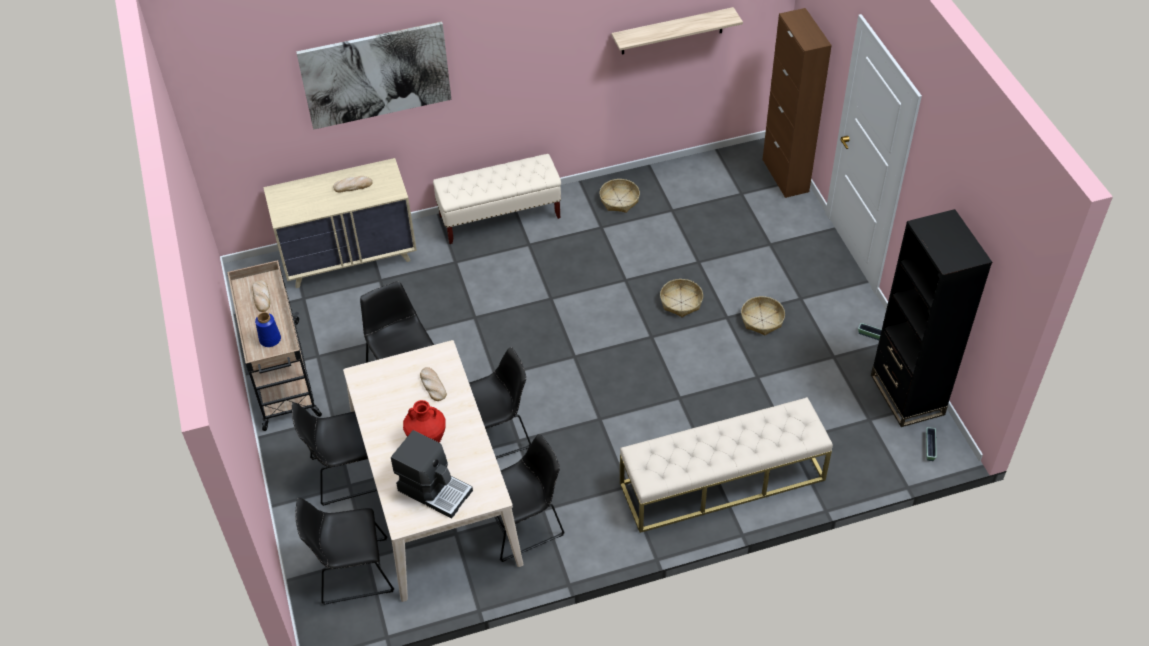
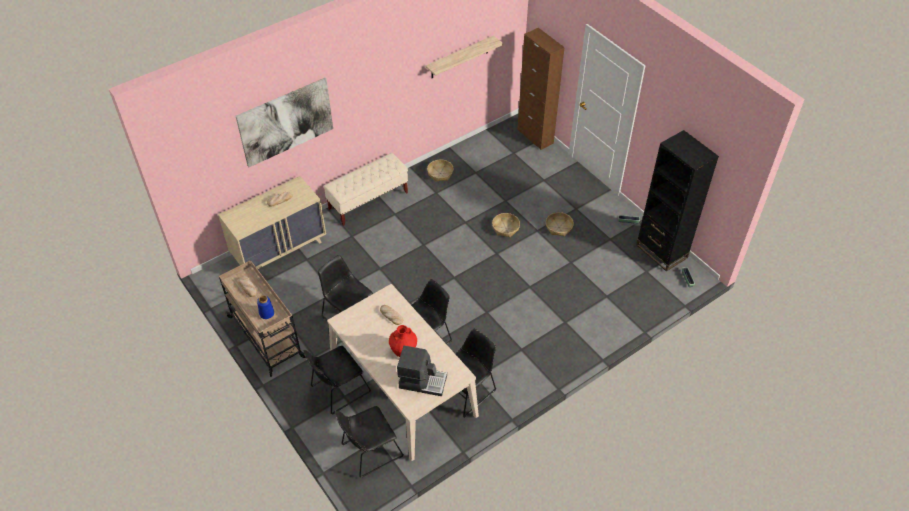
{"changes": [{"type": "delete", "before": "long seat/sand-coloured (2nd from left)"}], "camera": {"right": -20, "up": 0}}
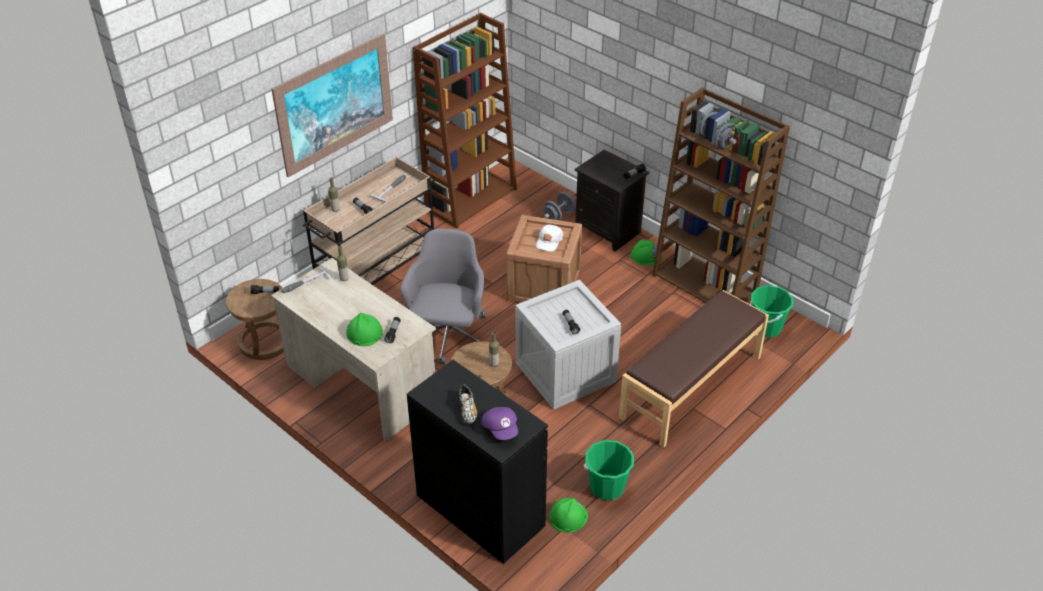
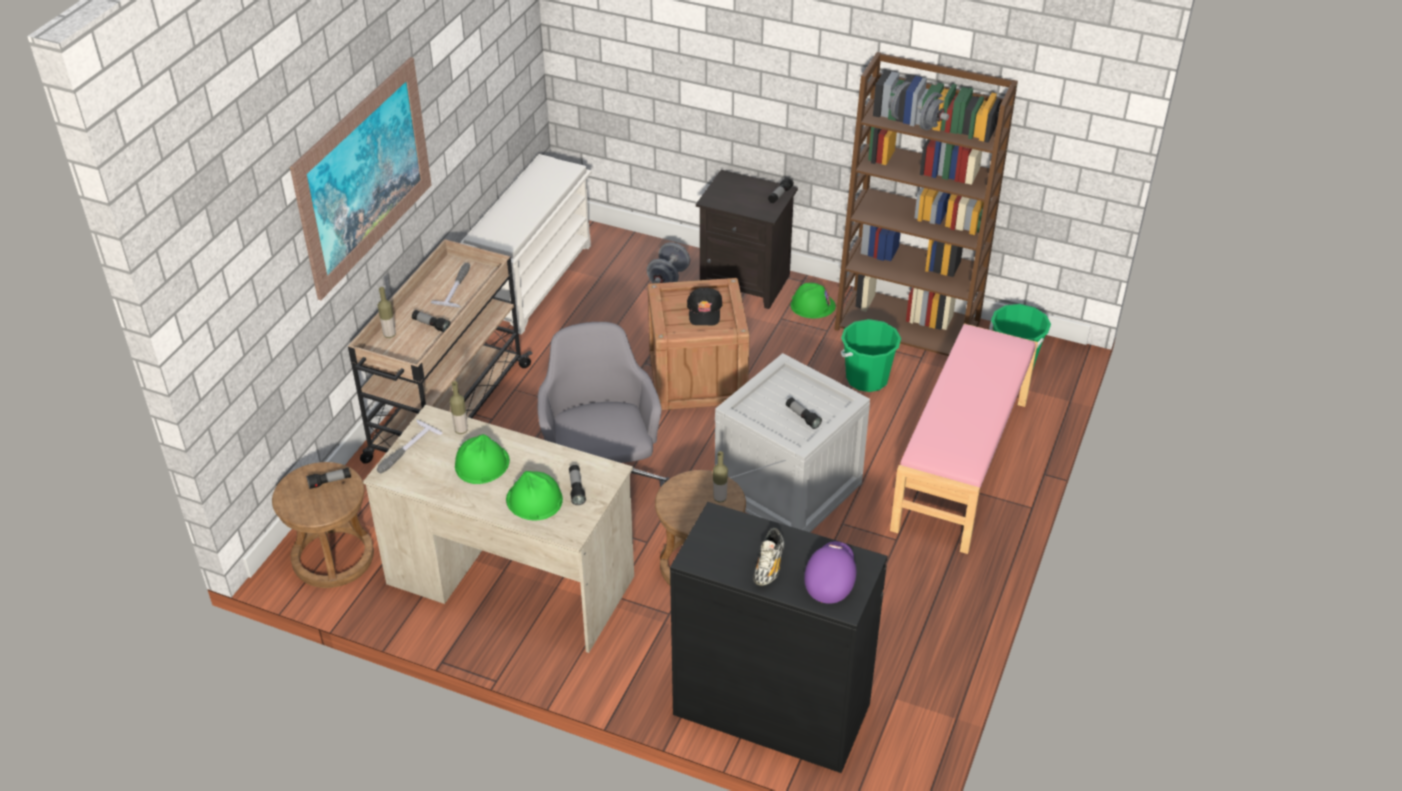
{"changes": [{"type": "replace", "before": "shelving unit/brownish (1st from left)", "after": "shoe stand/white-coloured"}, {"type": "recolor", "before": "cap/white-coloured", "after": "cap/black"}, {"type": "recolor", "before": "long seat/brownish", "after": "long seat/pink-coloured"}, {"type": "rotate", "before": "item of footwear", "turn": 45}, {"type": "rotate", "before": "cap/purple", "turn": -120}, {"type": "move", "before": "water bucket/green-coloured (1st from left)"}, {"type": "move", "before": "work helmet/green-coloured (2nd from left in the first image)", "after": "work helmet/green-coloured (1st from left)"}], "camera": {"right": -20, "up": 0}}
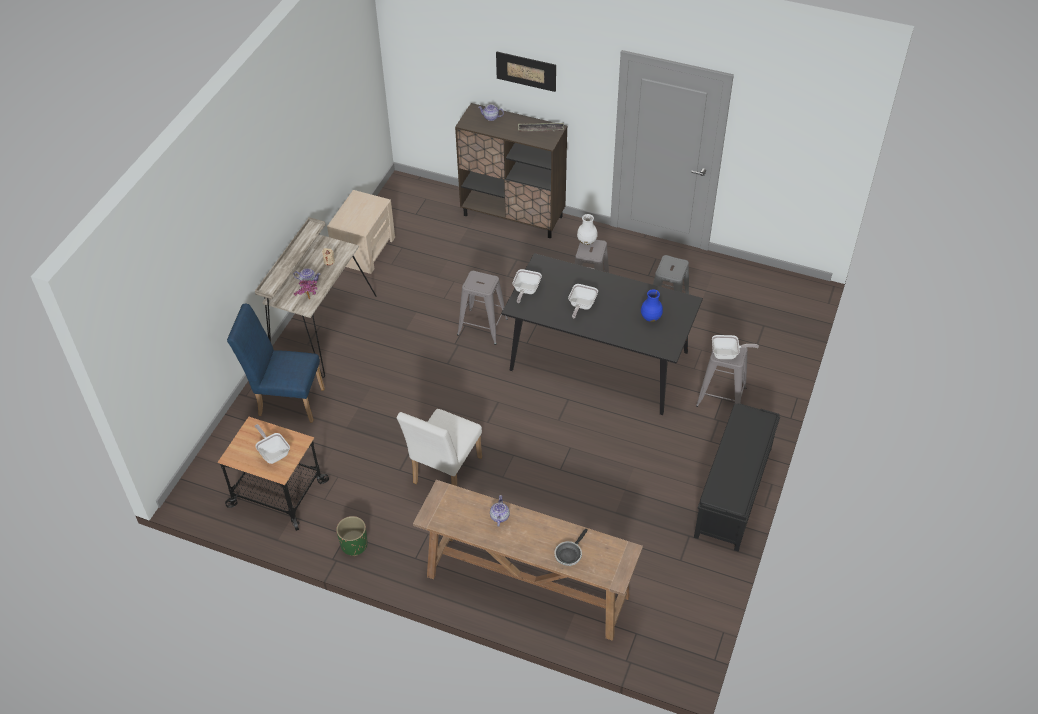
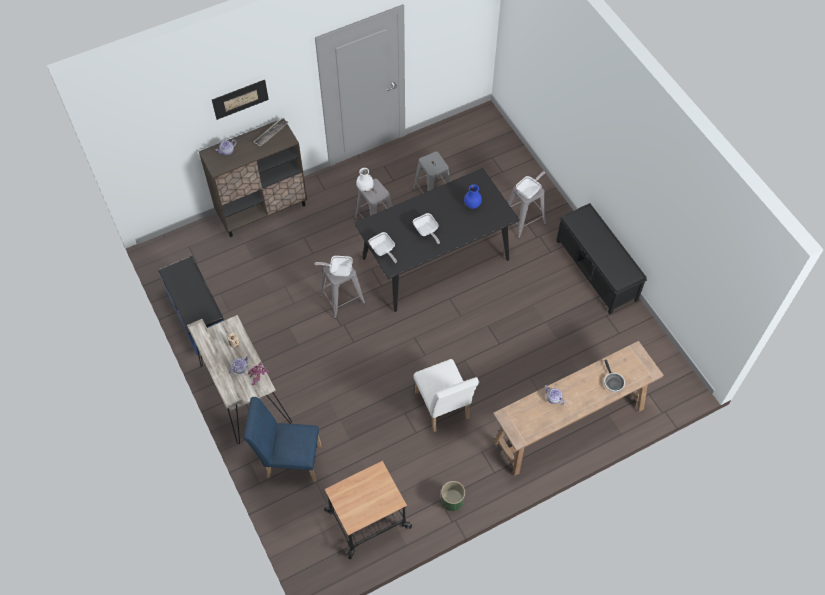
{"changes": [{"type": "replace", "before": "nightstand/sand-coloured", "after": "long seat/blue-coloured"}, {"type": "rotate", "before": "upright chair/blue-coloured", "turn": 45}, {"type": "move", "before": "frying pan (1st from left)"}], "camera": {"right": -50, "up": 10}}
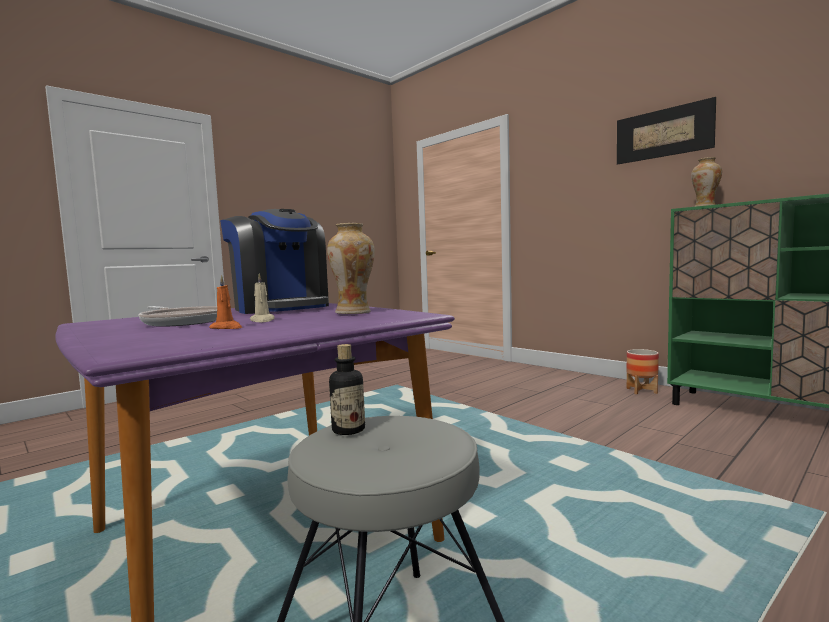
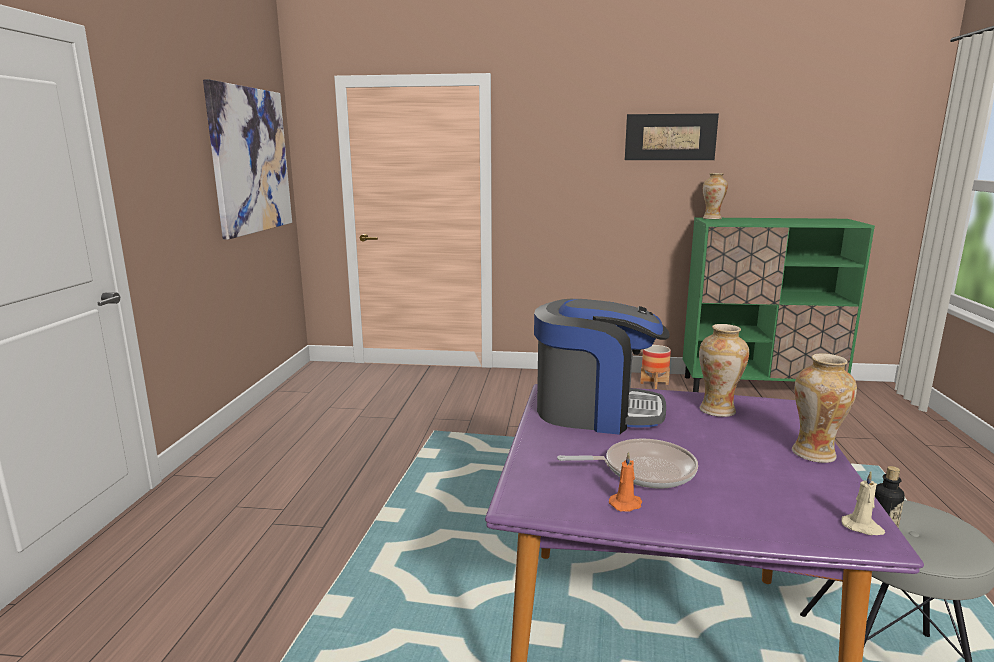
{"changes": [{"type": "move", "before": "wax light/sand-coloured"}, {"type": "move", "before": "wax light/orange"}, {"type": "insert", "after": "wall picture (1st from left)"}, {"type": "insert", "after": "flower vase (3rd from left)"}], "camera": {"right": -40, "up": 10}}
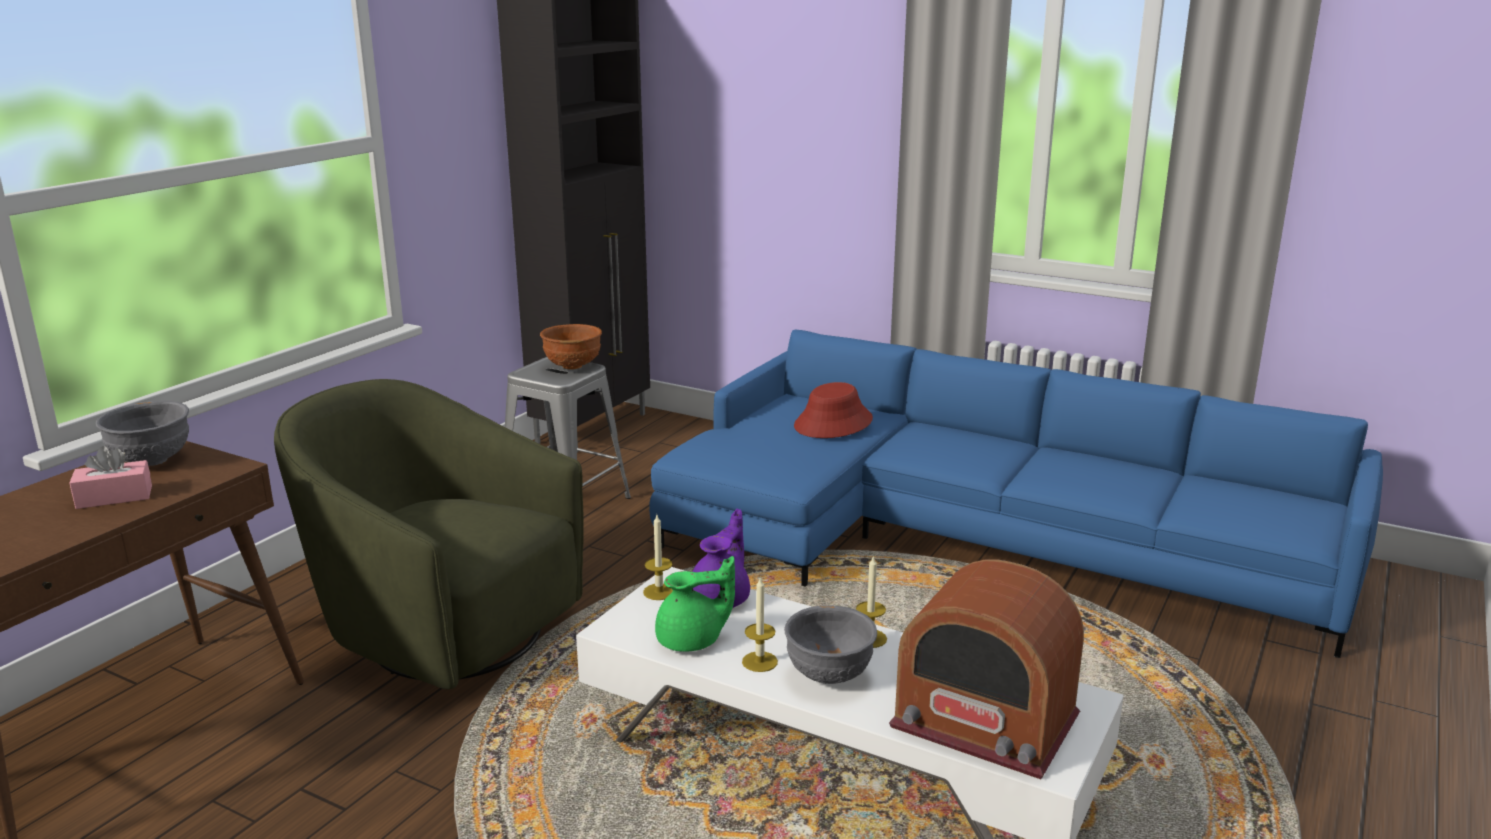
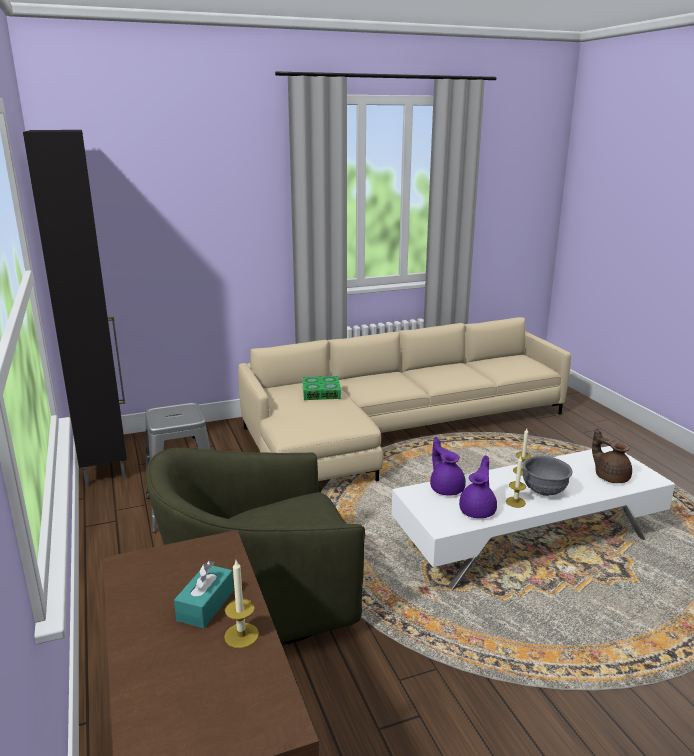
{"changes": [{"type": "delete", "before": "serving bowl/brownish"}, {"type": "recolor", "before": "sofa/blue-coloured", "after": "sofa/sand-coloured"}, {"type": "replace", "before": "hat/reddish", "after": "book"}, {"type": "delete", "before": "serving bowl/gray (1st from left)"}, {"type": "recolor", "before": "tissue box/pink-coloured", "after": "tissue box/turquoise-coloured"}, {"type": "move", "before": "wax light (1st from left)"}, {"type": "recolor", "before": "tea pot/green-coloured", "after": "tea pot/purple (2nd from left)"}, {"type": "replace", "before": "radio", "after": "tea pot/brownish"}], "camera": {"right": -50, "up": 0}}
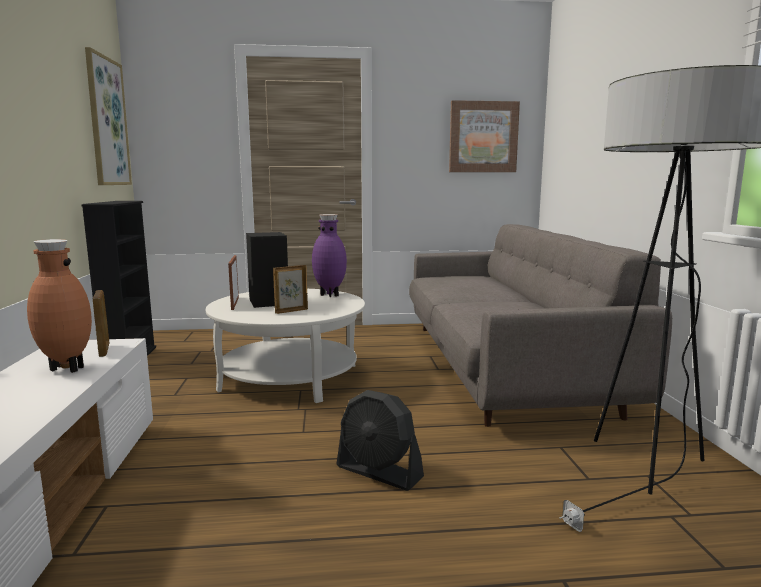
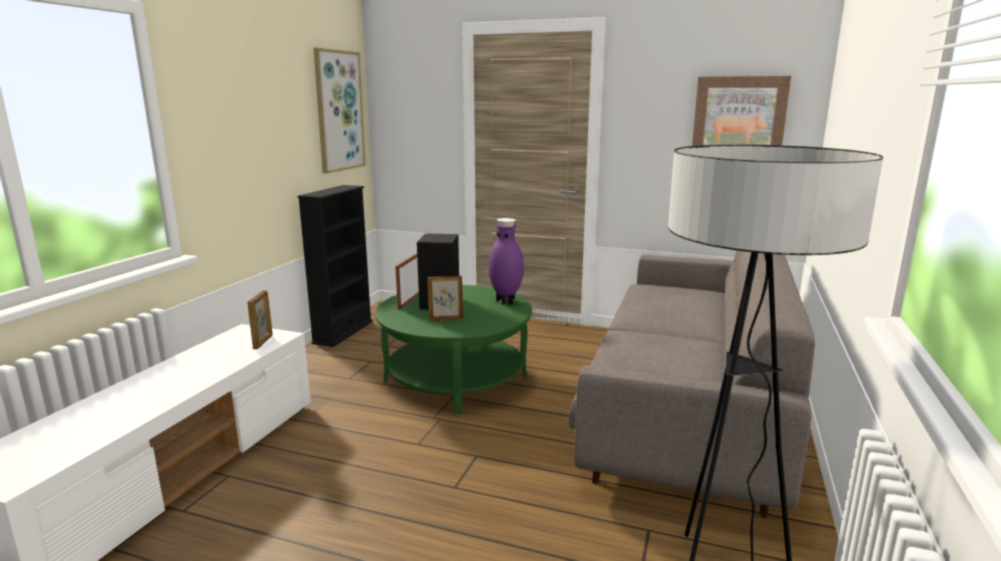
{"changes": [{"type": "delete", "before": "flower vase/brownish"}, {"type": "recolor", "before": "lounge table/white-coloured", "after": "lounge table/green-coloured"}, {"type": "delete", "before": "cooling fan/black"}], "camera": {"right": 25, "up": 5}}
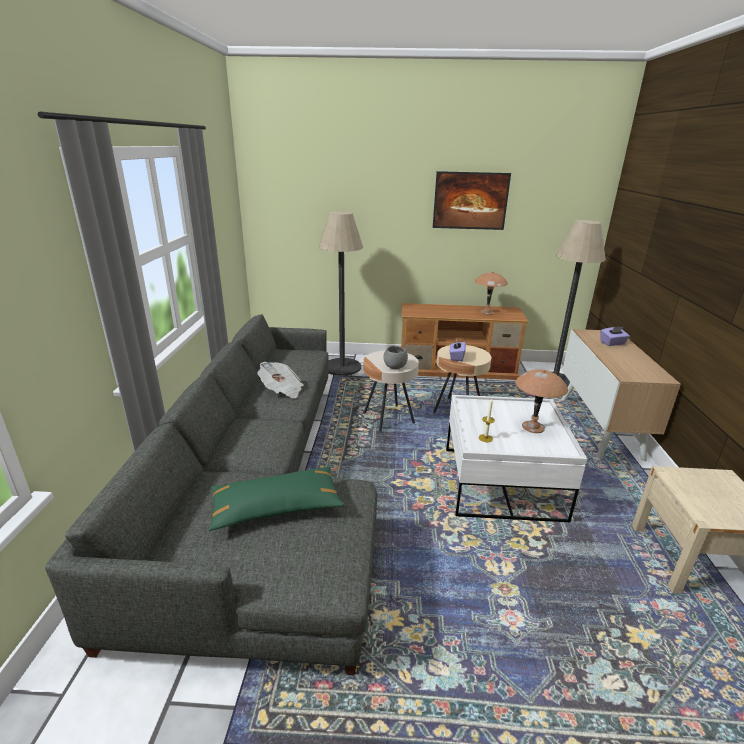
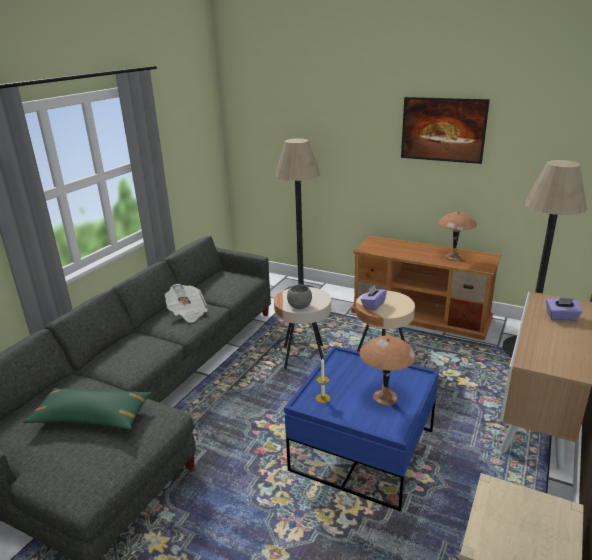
{"changes": [{"type": "recolor", "before": "lounge table/white-coloured", "after": "lounge table/blue-coloured"}], "camera": {"right": 25, "up": 0}}
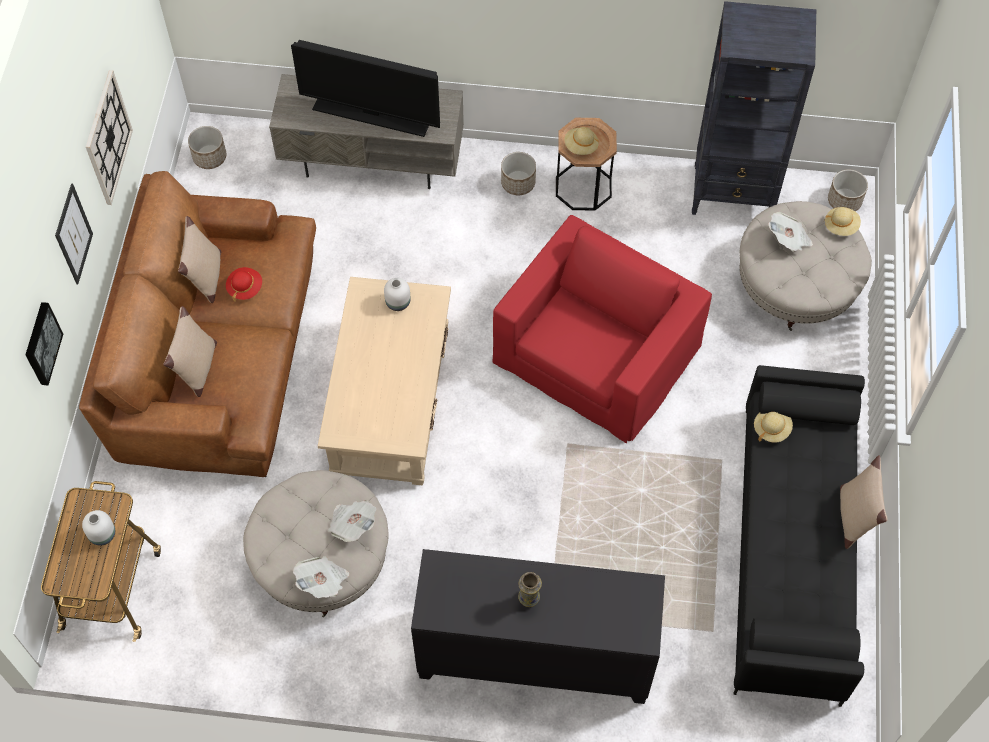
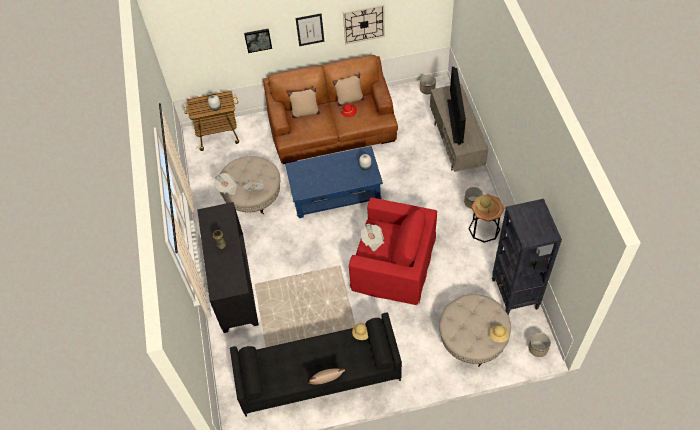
{"changes": [{"type": "move", "before": "printed paper (3rd from left)"}, {"type": "recolor", "before": "lounge table/sand-coloured", "after": "lounge table/blue-coloured"}], "camera": {"right": 75, "up": -5}}
